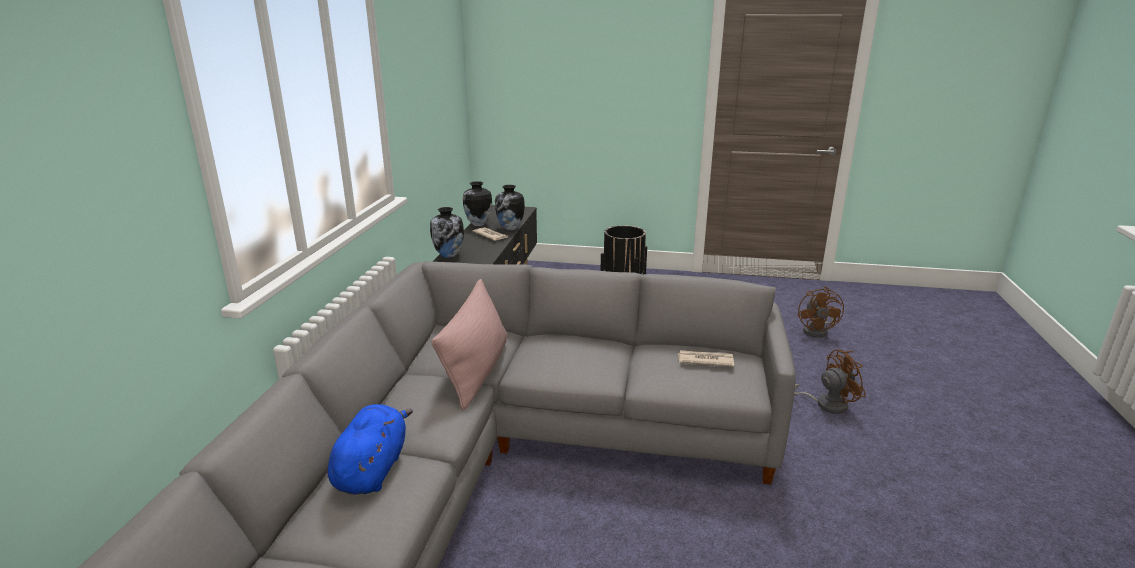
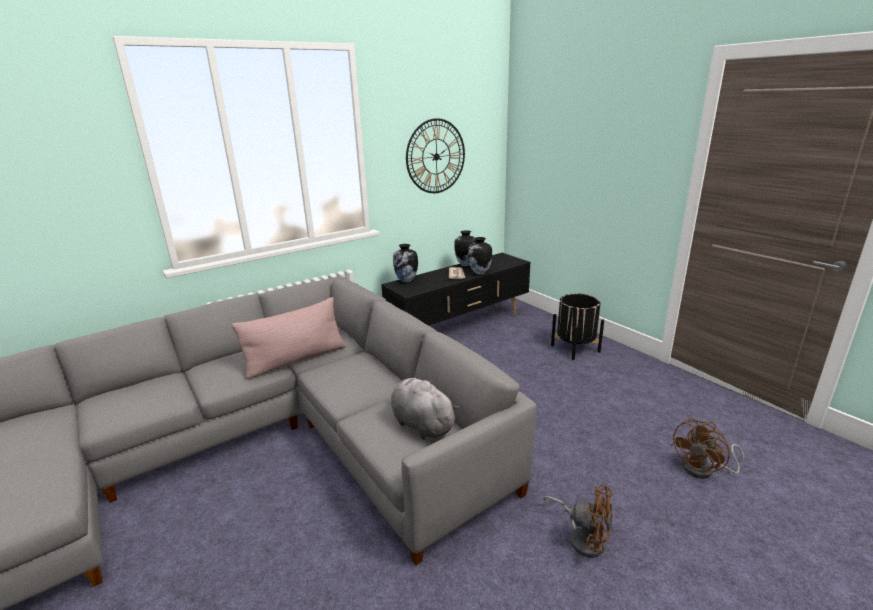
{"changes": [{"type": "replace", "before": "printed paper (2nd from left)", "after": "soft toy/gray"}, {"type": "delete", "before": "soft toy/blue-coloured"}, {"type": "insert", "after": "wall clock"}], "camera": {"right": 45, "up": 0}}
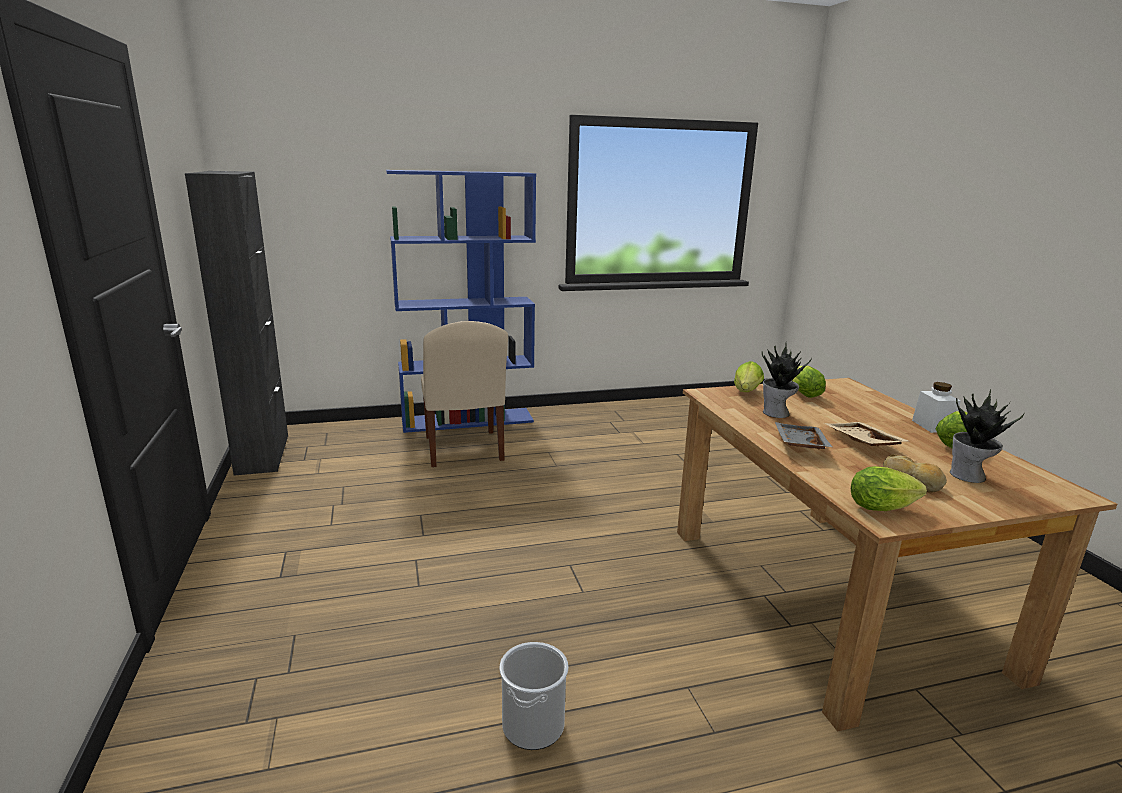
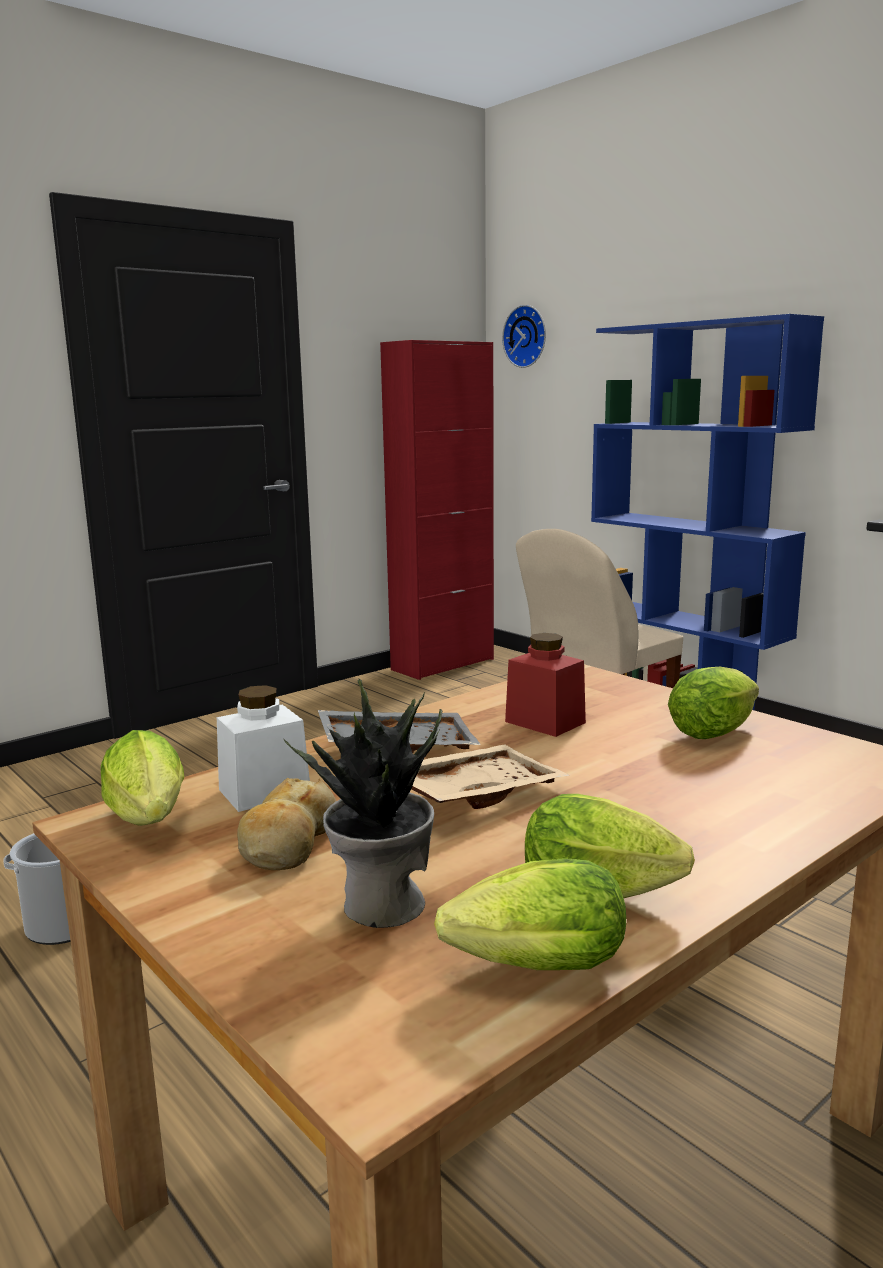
{"changes": [{"type": "recolor", "before": "storage cabinet/black", "after": "storage cabinet/reddish"}, {"type": "replace", "before": "potted plant (1st from left)", "after": "preserve jar/reddish"}, {"type": "move", "before": "head of lettuce (1st from left in the first image)", "after": "head of lettuce (2nd from left)"}, {"type": "move", "before": "preserve jar/white-coloured"}, {"type": "insert", "after": "wall clock"}], "camera": {"right": 65, "up": -5}}
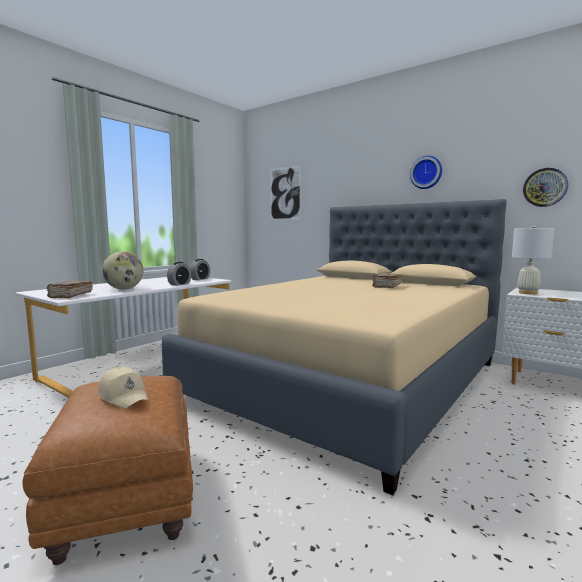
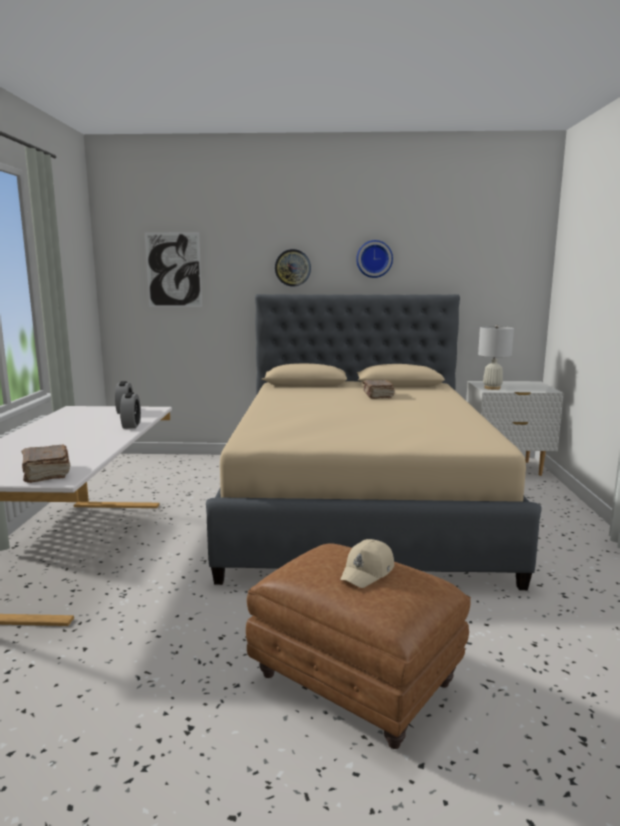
{"changes": [{"type": "move", "before": "wall clock (2nd from left in the first image)", "after": "wall clock (1st from left)"}, {"type": "delete", "before": "world globe"}, {"type": "rotate", "before": "cap/sand-coloured", "turn": 120}], "camera": {"right": -35, "up": 5}}
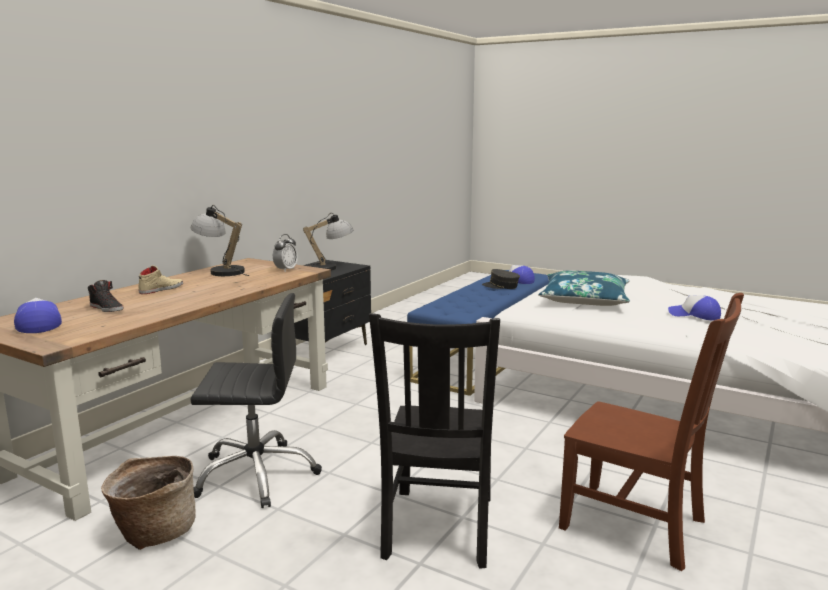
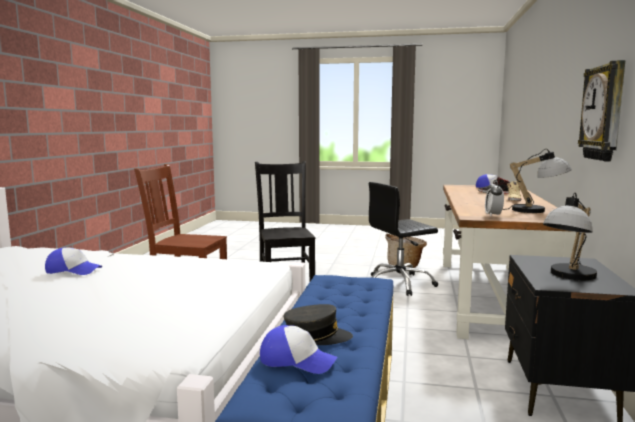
{"changes": [{"type": "delete", "before": "cushion/blue-coloured"}, {"type": "insert", "after": "wall clock"}], "camera": {"right": 160, "up": -5}}
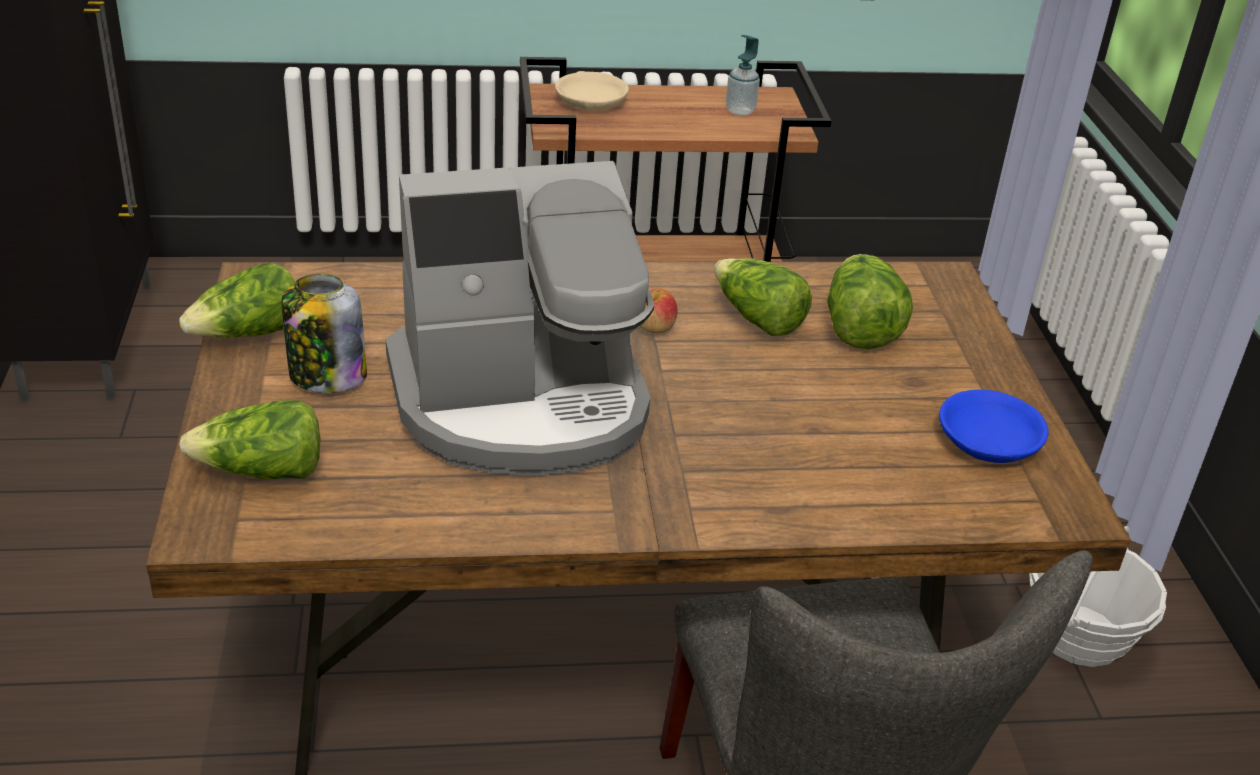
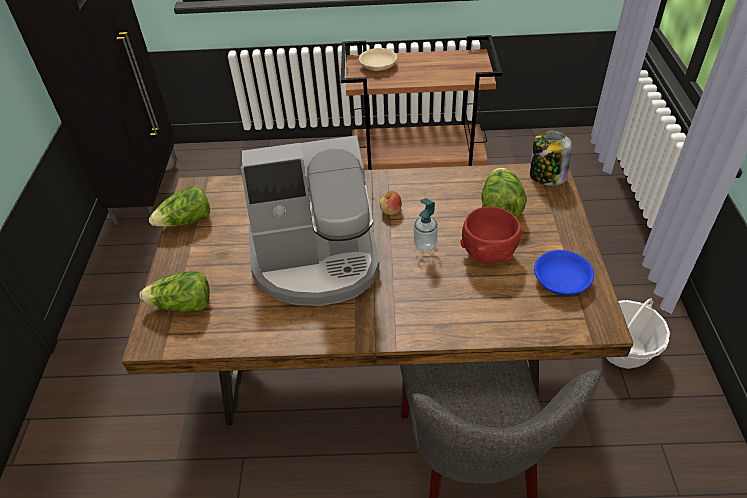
{"changes": [{"type": "move", "before": "liquid soap bottle"}, {"type": "delete", "before": "head of lettuce (3rd from left)"}, {"type": "move", "before": "preserve jar"}, {"type": "insert", "after": "serving bowl/reddish"}], "camera": {"right": 10, "up": 10}}
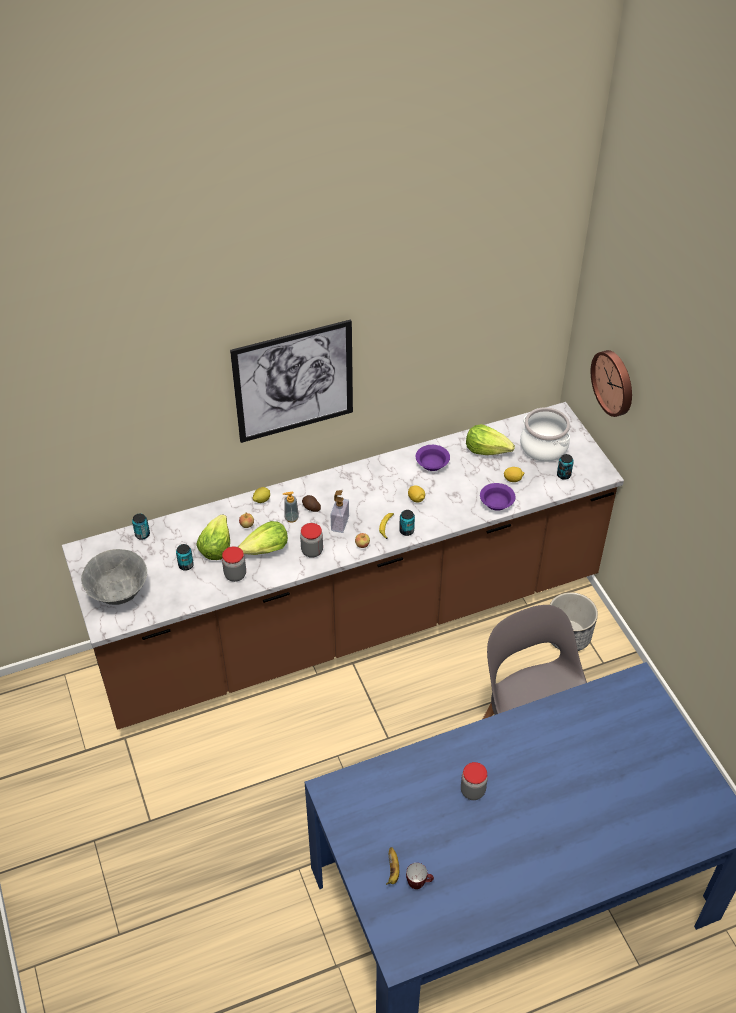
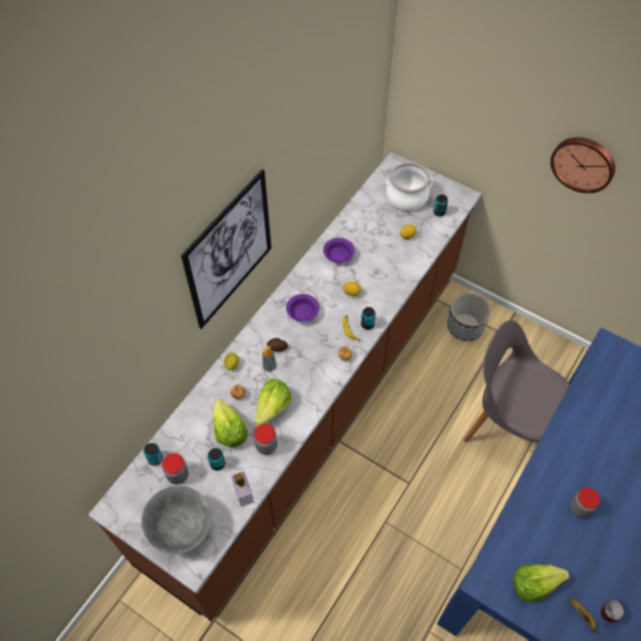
{"changes": [{"type": "move", "before": "wall clock"}, {"type": "move", "before": "head of lettuce (3rd from left)"}, {"type": "move", "before": "serving bowl/purple (2nd from left in the first image)", "after": "serving bowl/purple (1st from left)"}, {"type": "move", "before": "liquid soap bottle (2nd from left in the first image)", "after": "liquid soap bottle (1st from left)"}, {"type": "move", "before": "preserve jar (2nd from left in the first image)", "after": "preserve jar (1st from left)"}], "camera": {"right": -35, "up": 10}}
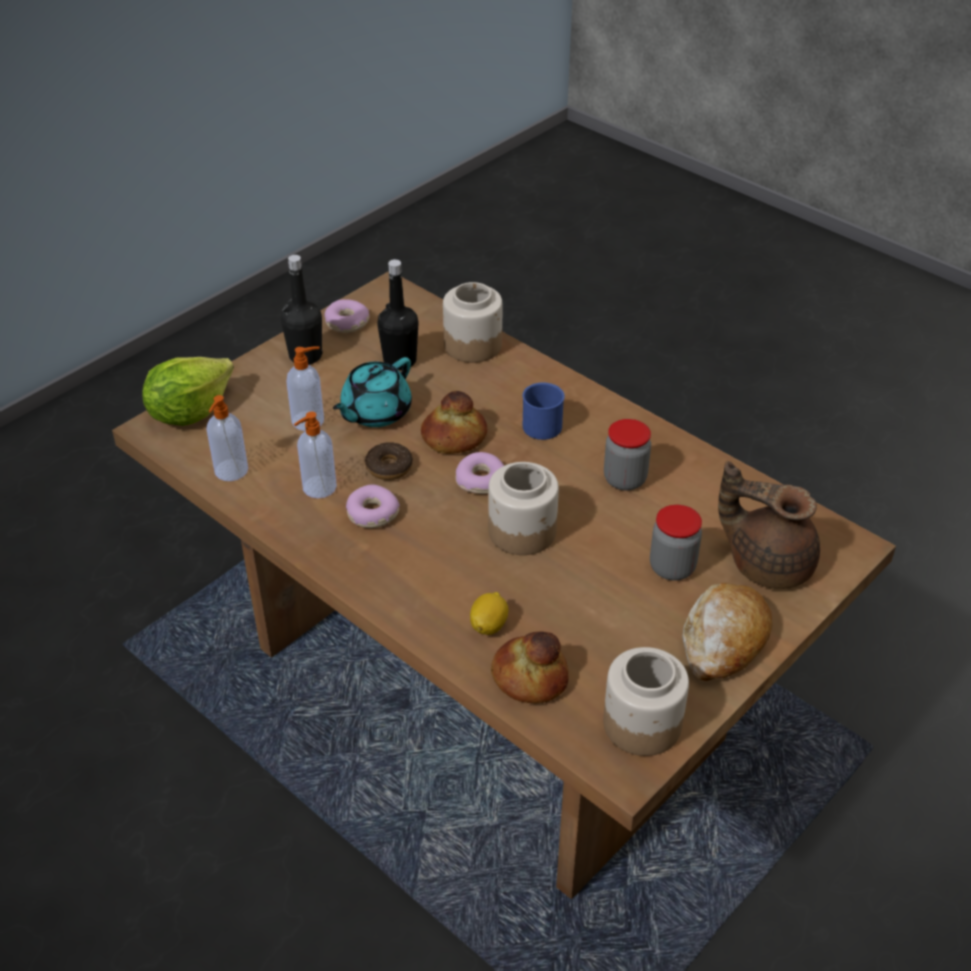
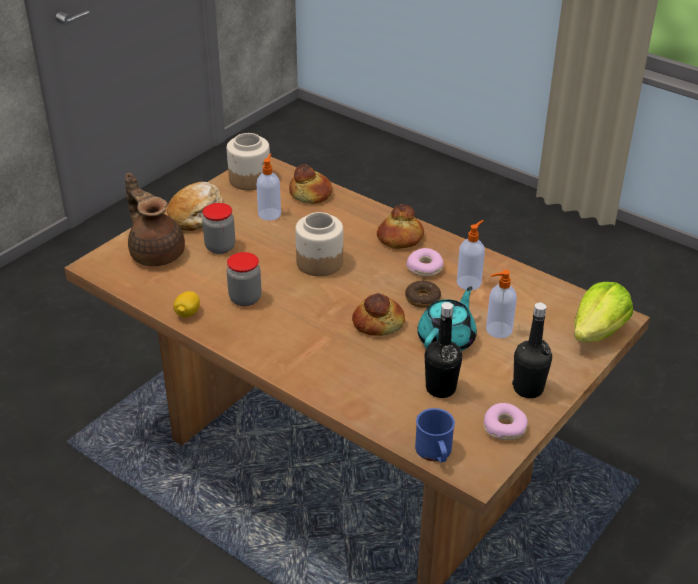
{"changes": [{"type": "delete", "before": "preserve jar (1st from left)"}, {"type": "move", "before": "mug/blue-coloured"}, {"type": "move", "before": "liquid soap bottle (1st from left)"}, {"type": "delete", "before": "donut (4th from left)"}, {"type": "rotate", "before": "tea pot/brownish", "turn": -150}, {"type": "move", "before": "whole lemon"}, {"type": "insert", "after": "bakery bread (4th from left)"}], "camera": {"right": 175, "up": -5}}
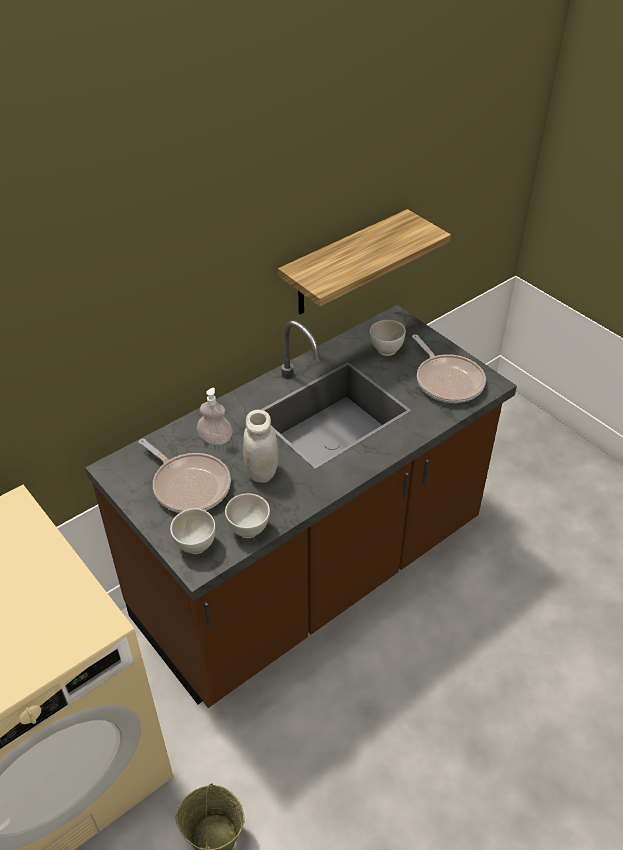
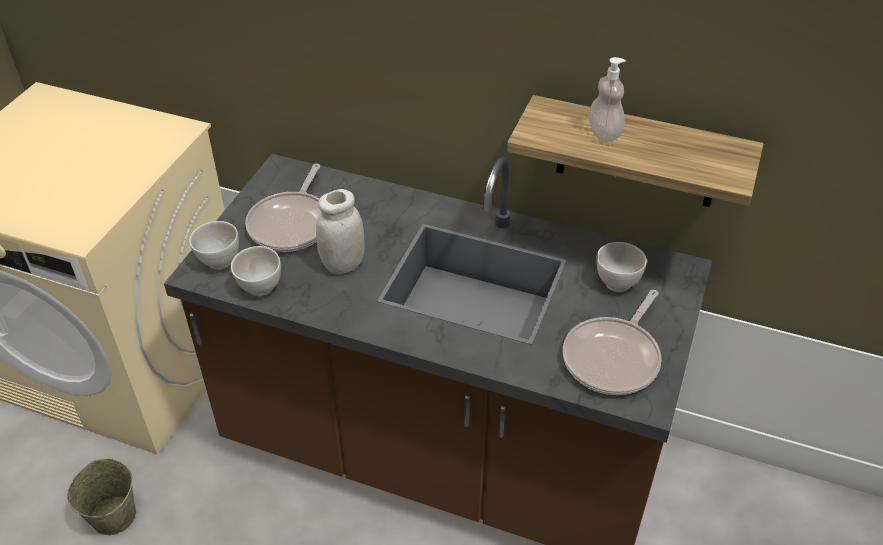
{"changes": [{"type": "move", "before": "liquid soap bottle"}], "camera": {"right": 60, "up": 0}}
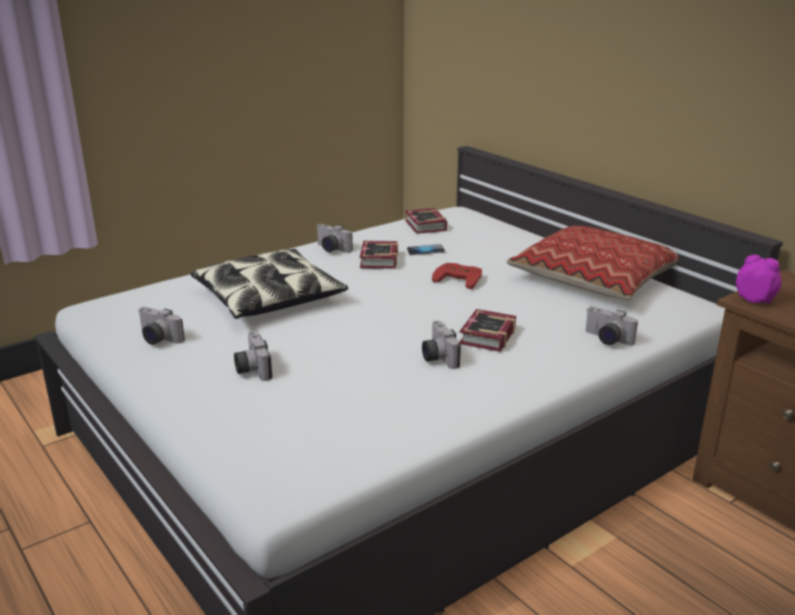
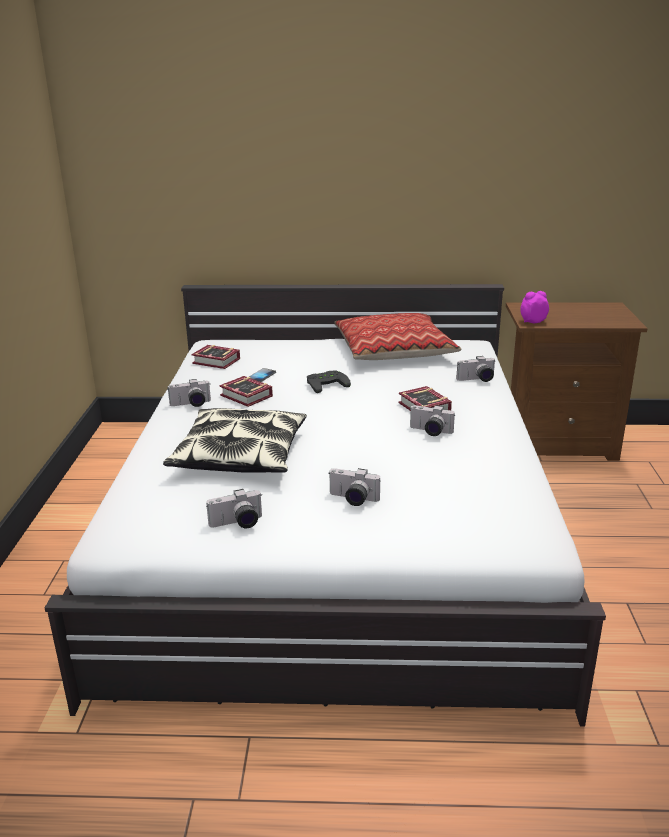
{"changes": [{"type": "recolor", "before": "gamepad/reddish", "after": "gamepad/black"}], "camera": {"right": -50, "up": 0}}
